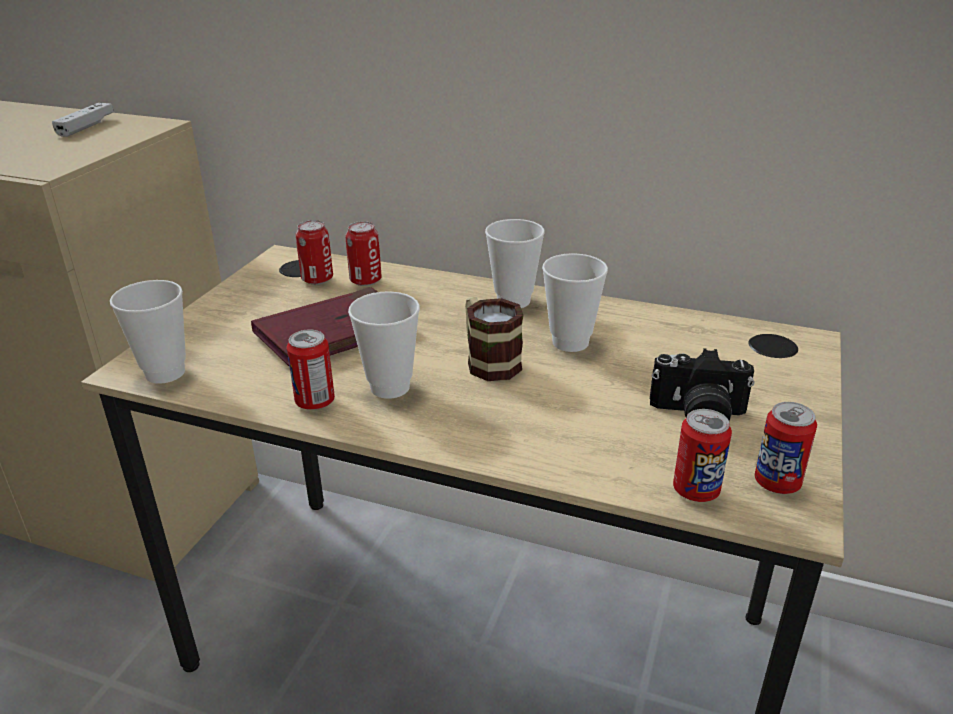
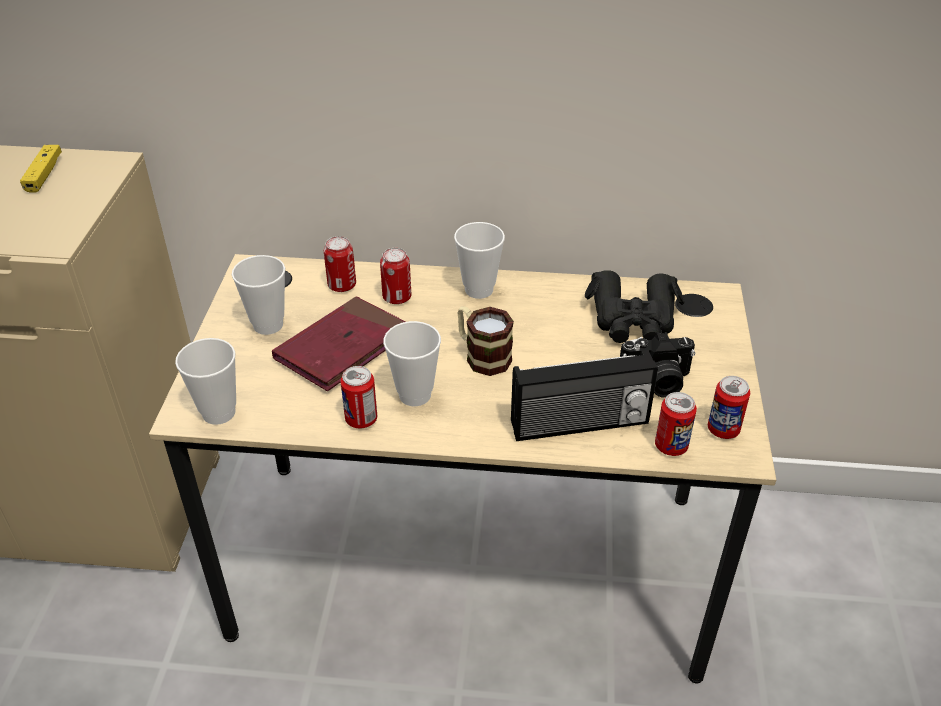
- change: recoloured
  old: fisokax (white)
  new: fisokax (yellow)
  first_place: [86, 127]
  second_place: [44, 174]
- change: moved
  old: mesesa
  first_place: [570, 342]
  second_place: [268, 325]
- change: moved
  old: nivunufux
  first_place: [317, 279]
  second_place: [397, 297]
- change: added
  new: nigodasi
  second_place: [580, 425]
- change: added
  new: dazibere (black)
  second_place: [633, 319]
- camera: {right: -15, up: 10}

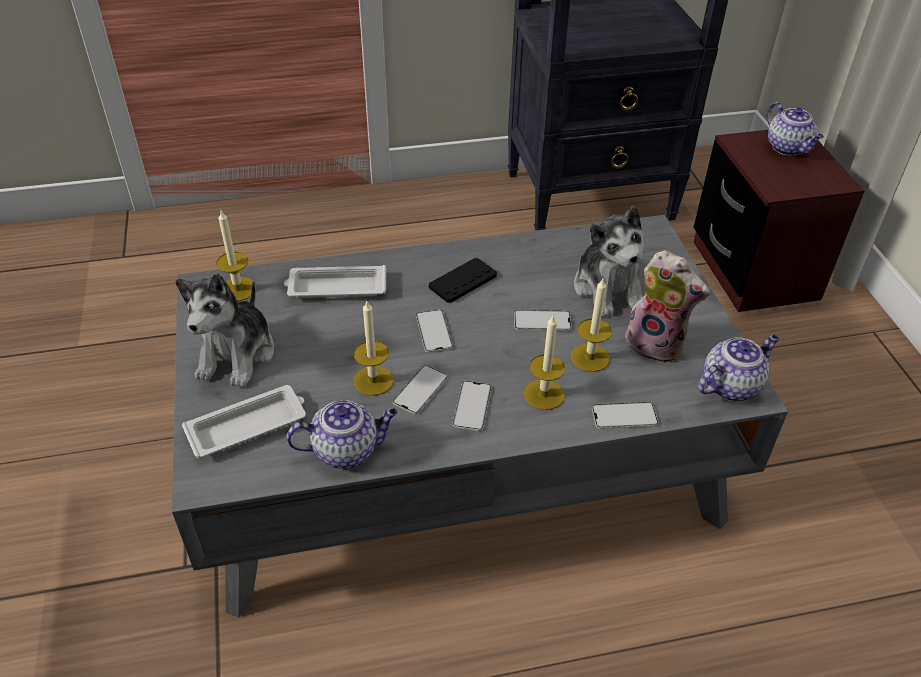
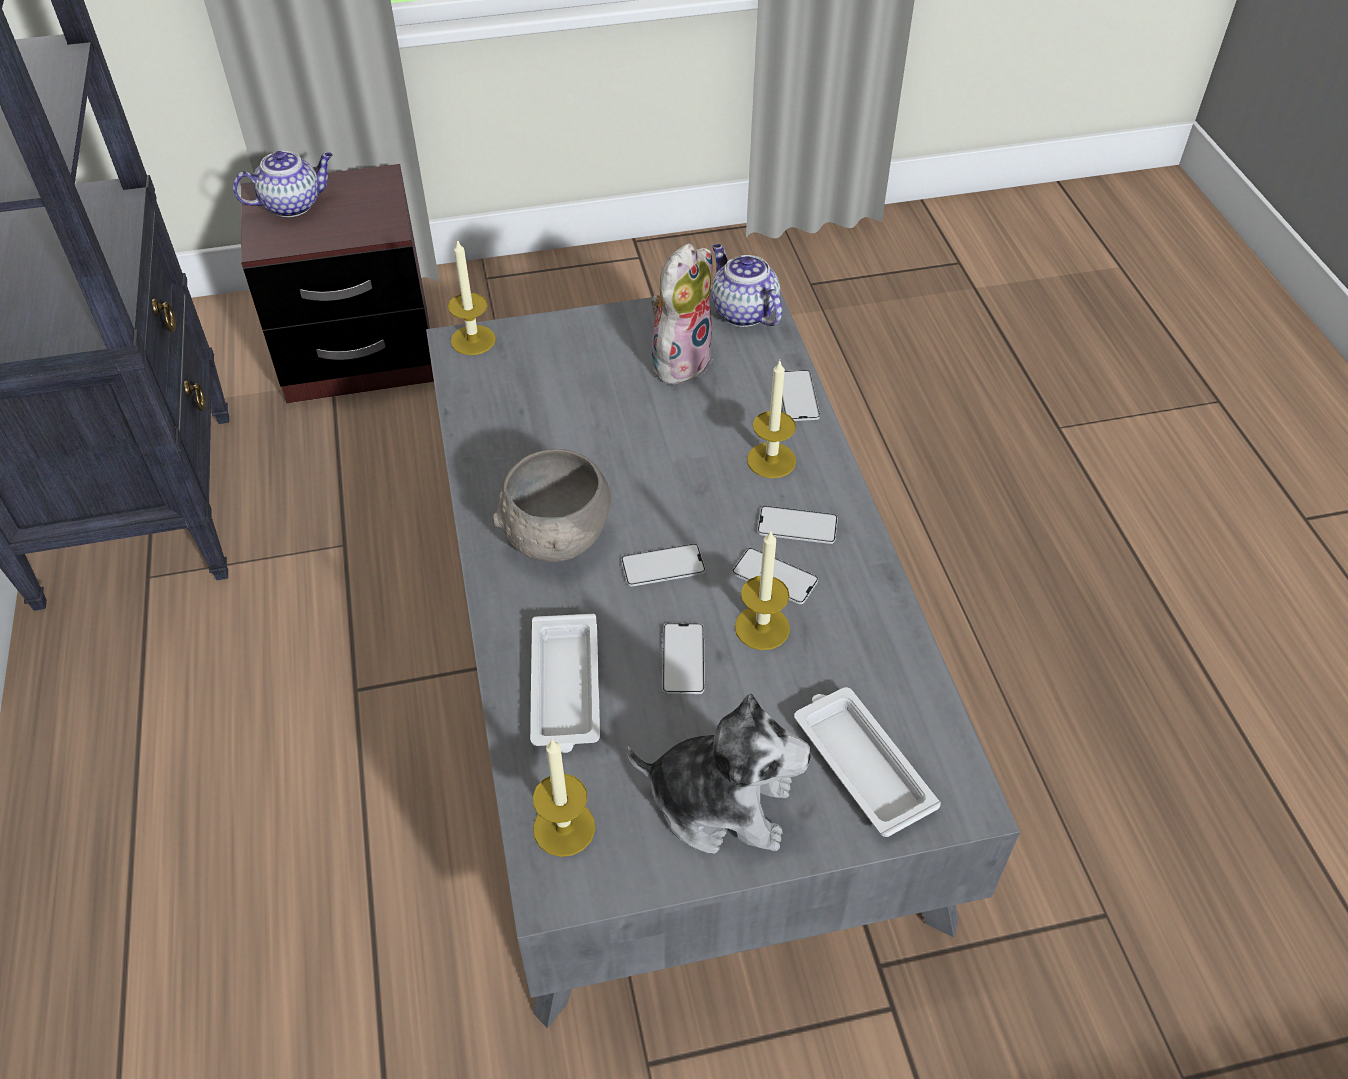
- change: moved
  old: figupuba
  first_place: [590, 357]
  second_place: [473, 340]
- change: replaced
  old: fisokax (black)
  new: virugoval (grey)
  first_place: [463, 281]
  second_place: [557, 536]
- change: moved
  old: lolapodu
  first_place: [542, 321]
  second_place: [683, 659]
- change: removed
  old: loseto
  first_place: [347, 450]
- change: removed
  old: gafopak
  first_place: [608, 289]
- camera: {right: -90, up: 5}

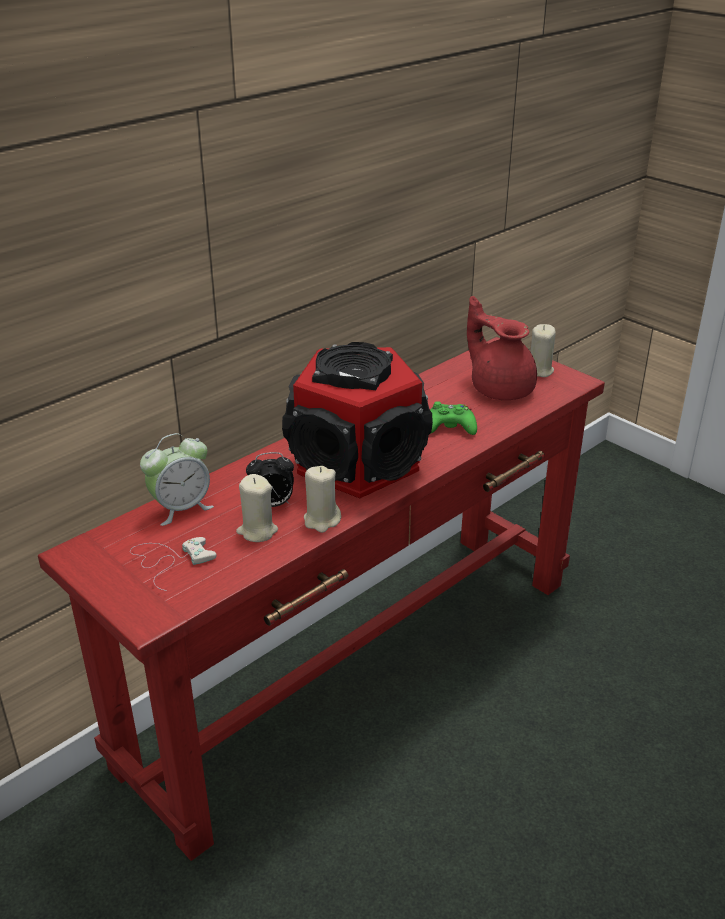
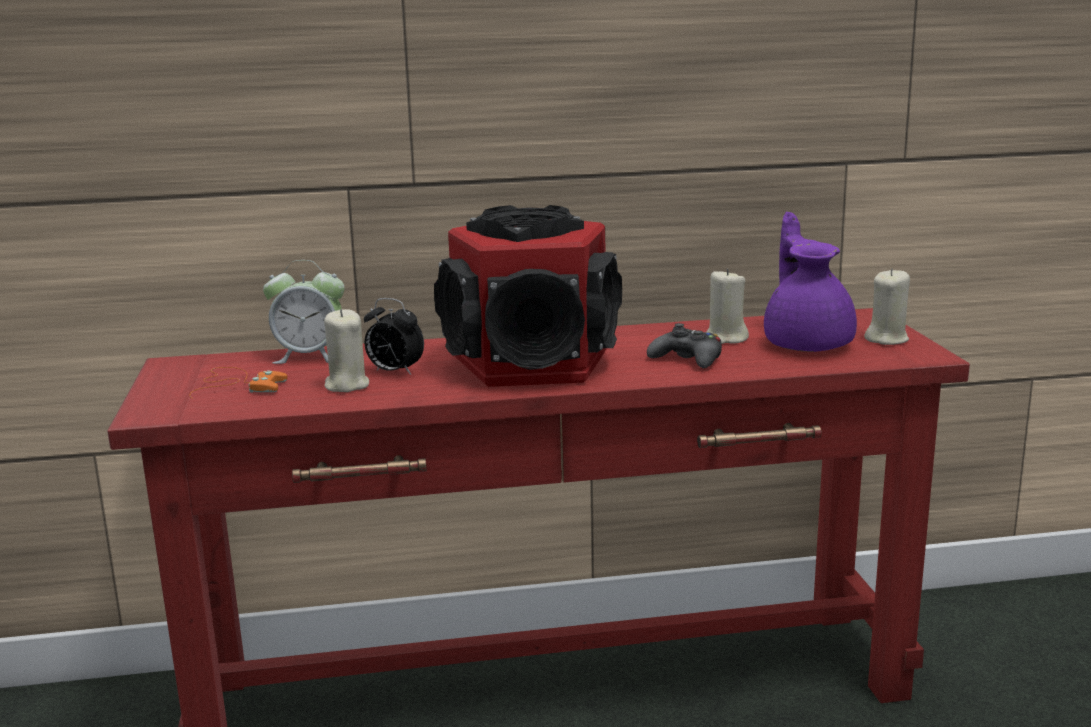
- change: recoloured
  old: fisokax (white)
  new: fisokax (orange)
  first_place: [169, 560]
  second_place: [237, 385]
- change: recoloured
  old: fisokax (green)
  new: fisokax (black)
  first_place: [450, 427]
  second_place: [688, 359]
- change: moved
  old: figupuba (beige)
  first_place: [322, 520]
  second_place: [725, 339]
- change: recoloured
  old: loseto (red)
  new: loseto (purple)
  first_place: [500, 388]
  second_place: [807, 343]
- camera: {right: 35, up: -15}

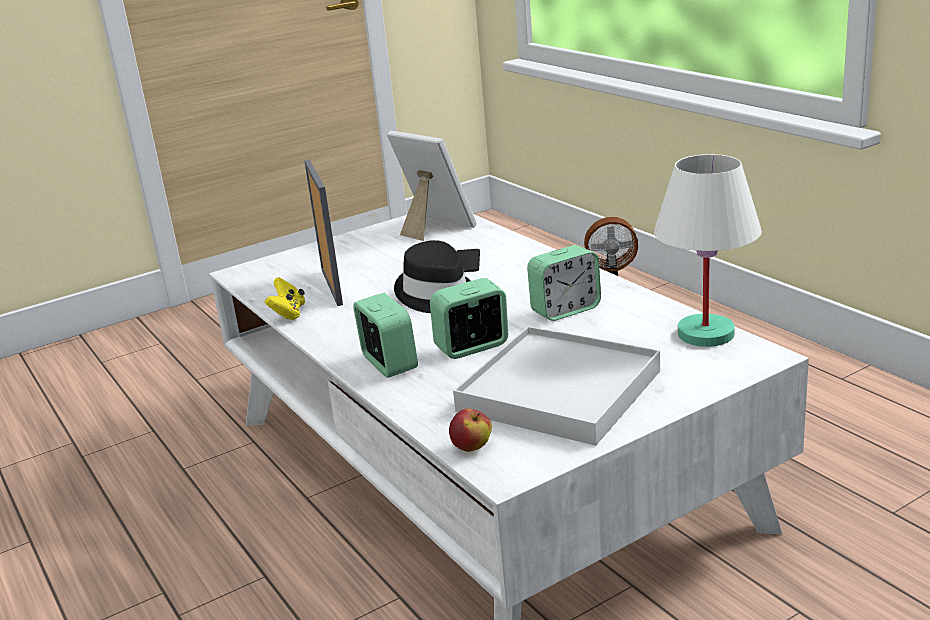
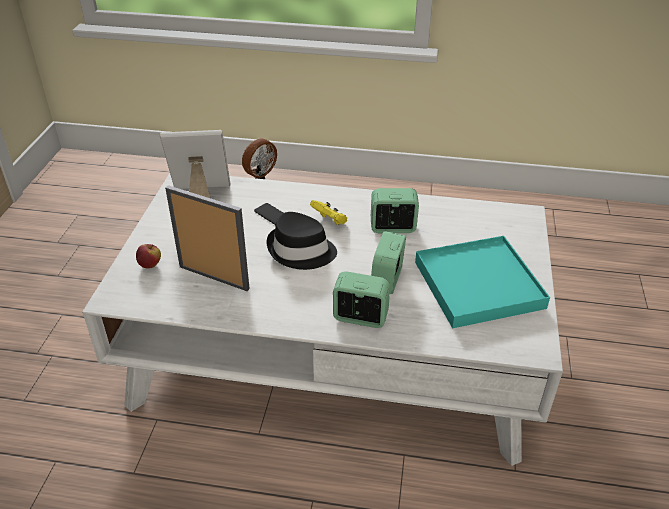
- change: moved
  old: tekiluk
  first_place: [472, 447]
  second_place: [150, 265]
- change: moved
  old: fisokax (yellow)
  first_place: [288, 313]
  second_place: [330, 221]
- change: turned
  old: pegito
  first_place: [565, 310]
  second_place: [393, 228]
  degrees: -105
- change: recoloured
  old: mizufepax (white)
  new: mizufepax (turquoise)
  first_place: [560, 391]
  second_place: [478, 284]
- change: removed
  old: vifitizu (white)
  first_place: [707, 333]
- camera: {right: -50, up: 15}

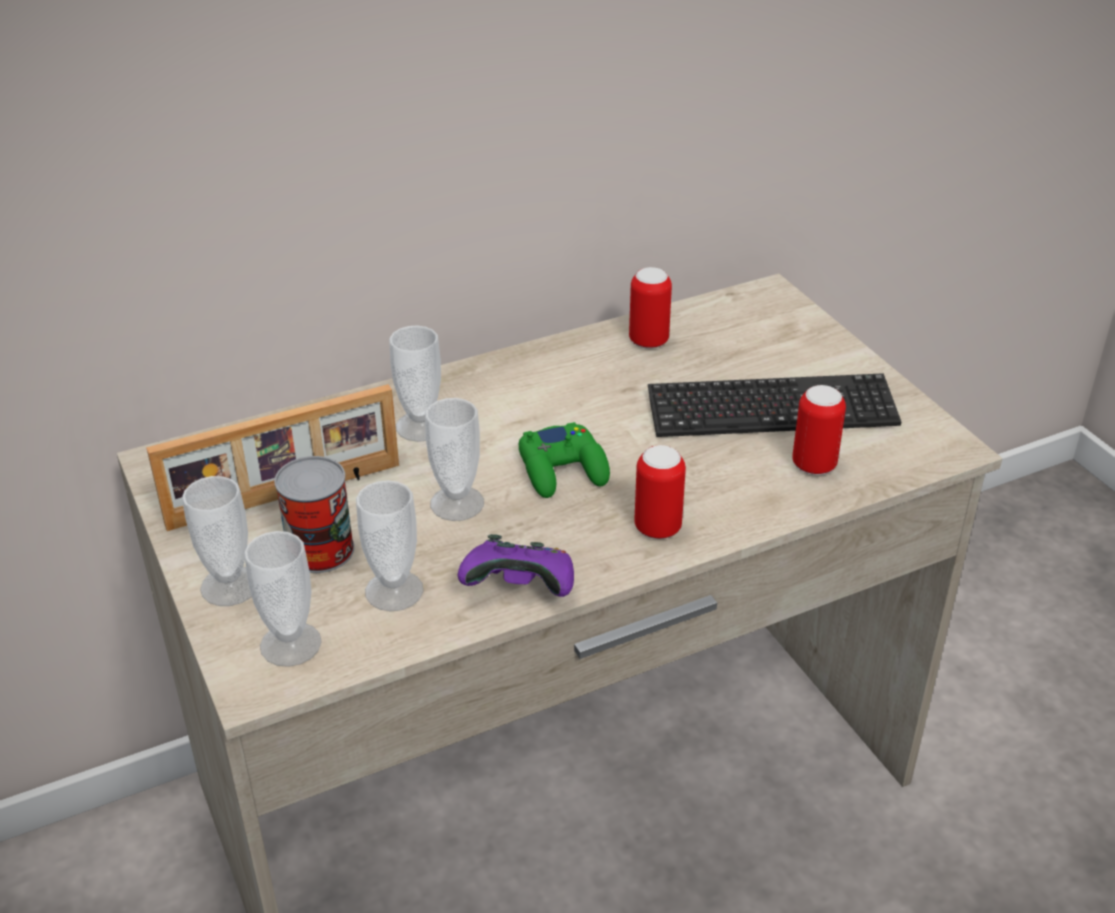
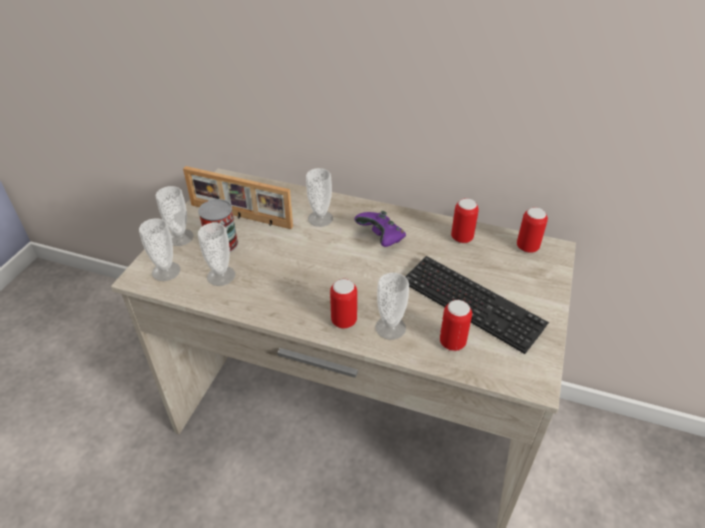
- change: moved
  old: fisokax (purple)
  first_place: [521, 589]
  second_place: [381, 238]
- change: moved
  old: mesesa
  first_place: [457, 503]
  second_place: [390, 327]
- change: added
  new: nivunufux
  second_place: [527, 247]
- change: removed
  old: fisokax (green)
  first_place: [563, 469]
- camera: {right: 45, up: 5}

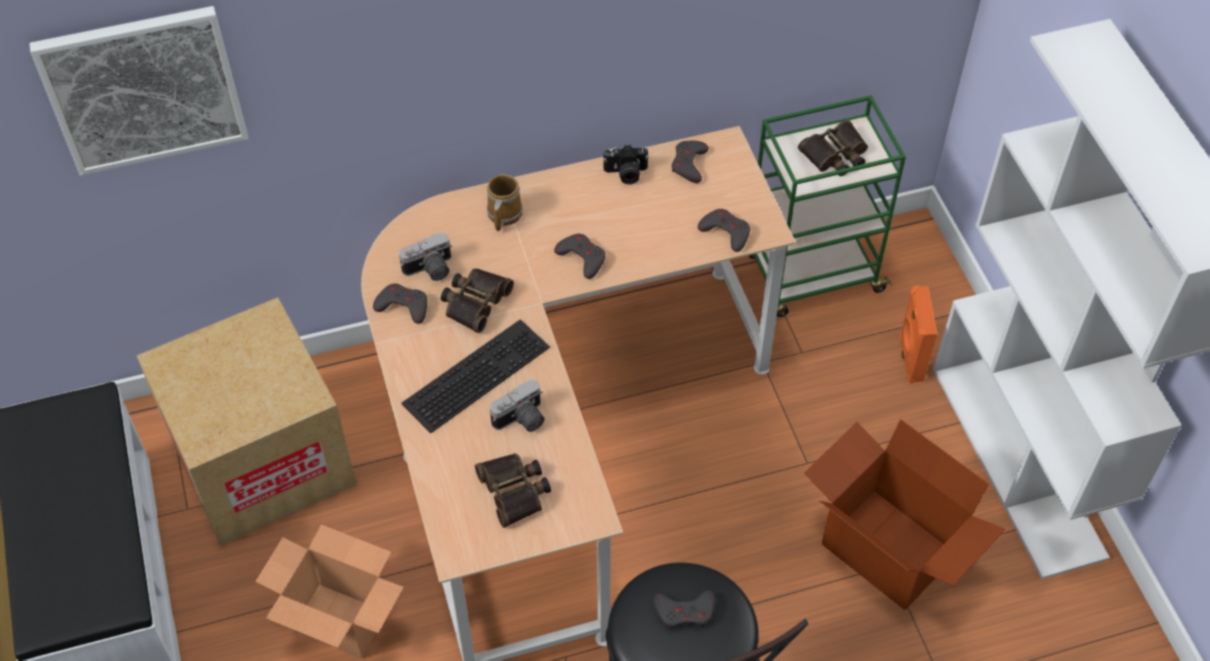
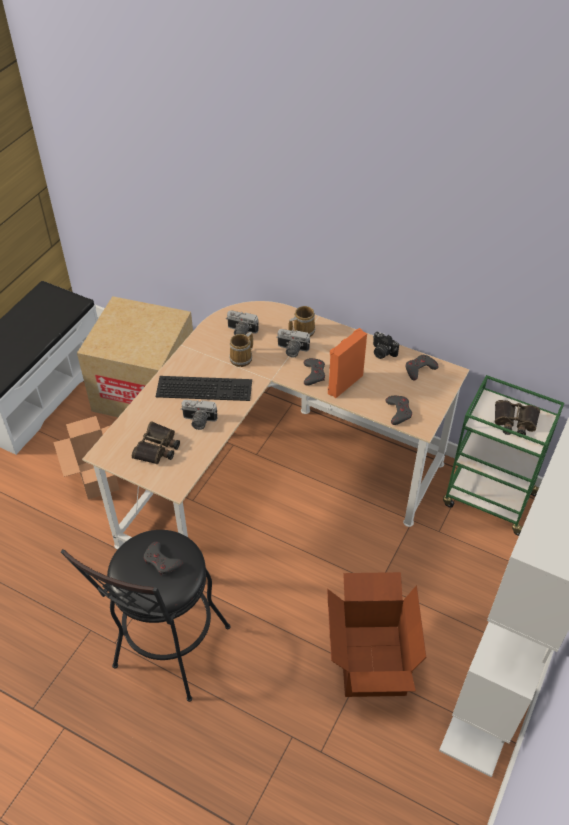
- change: replaced
  old: dazibere
  new: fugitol
  first_place: [474, 302]
  second_place: [242, 358]
- change: added
  new: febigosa
  second_place: [292, 350]
- change: moved
  old: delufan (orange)
  first_place: [909, 358]
  second_place: [344, 383]
- change: removed
  old: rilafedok
  first_place: [143, 89]
- change: removed
  old: fisokax (grey)
  first_place: [403, 306]
- camera: {right: 45, up: -5}

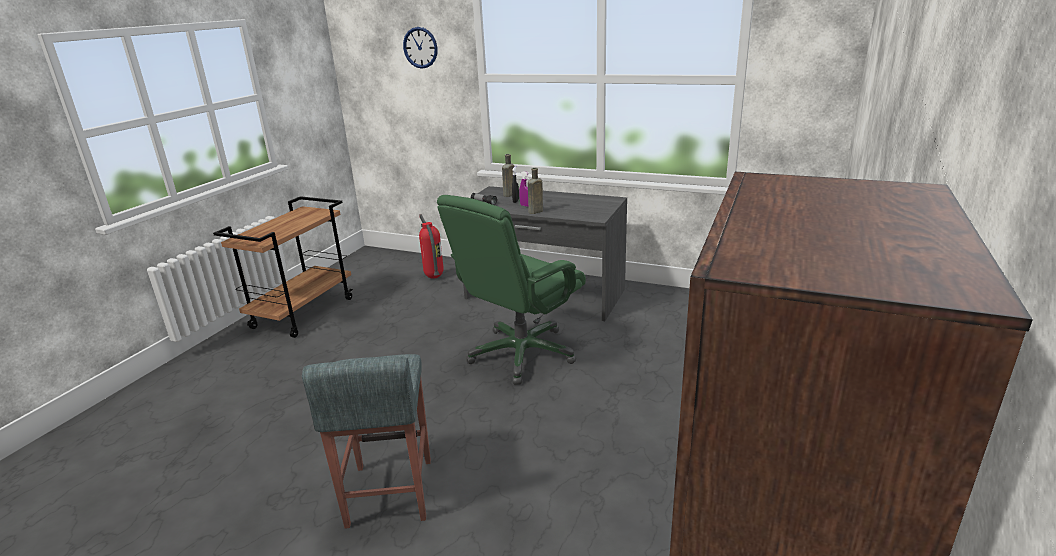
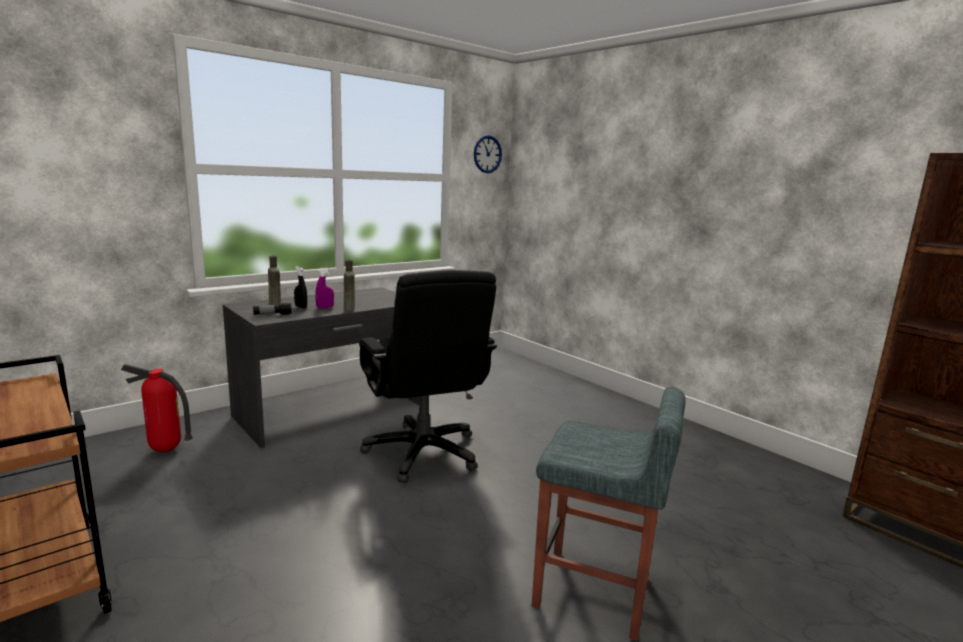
- change: recoloured
  old: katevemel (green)
  new: katevemel (black)
  first_place: [521, 354]
  second_place: [423, 452]
- change: moved
  old: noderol
  first_place: [420, 47]
  second_place: [487, 154]
- camera: {right: -65, up: -10}

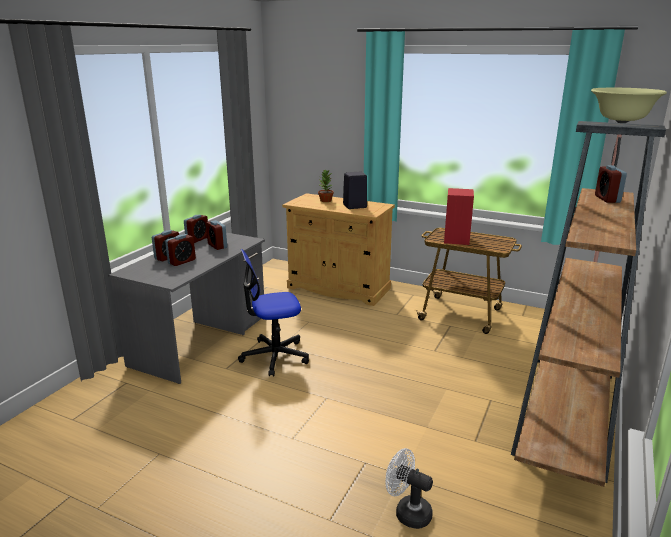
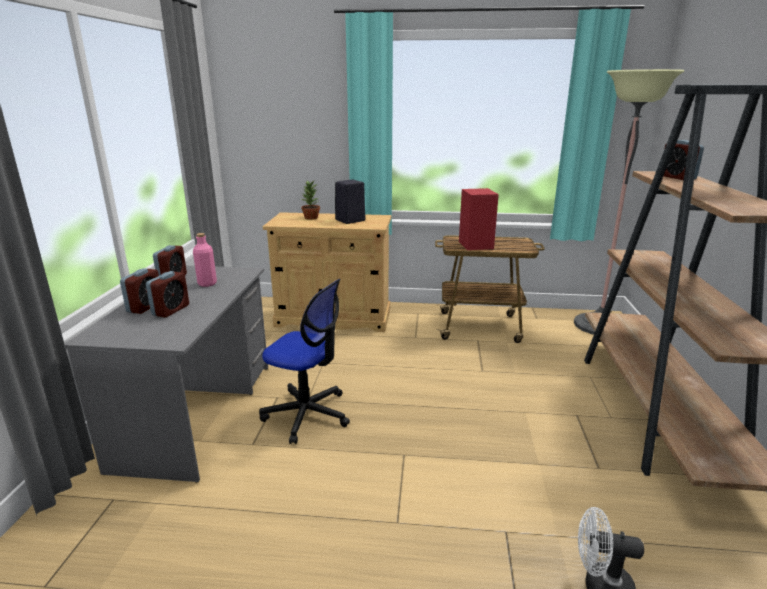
- change: replaced
  old: pegito
  new: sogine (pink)
  first_place: [217, 246]
  second_place: [207, 284]
- change: turned
  old: katevemel
  first_place: [274, 356]
  second_place: [307, 414]
  degrees: -120
- camera: {right: -20, up: 0}

